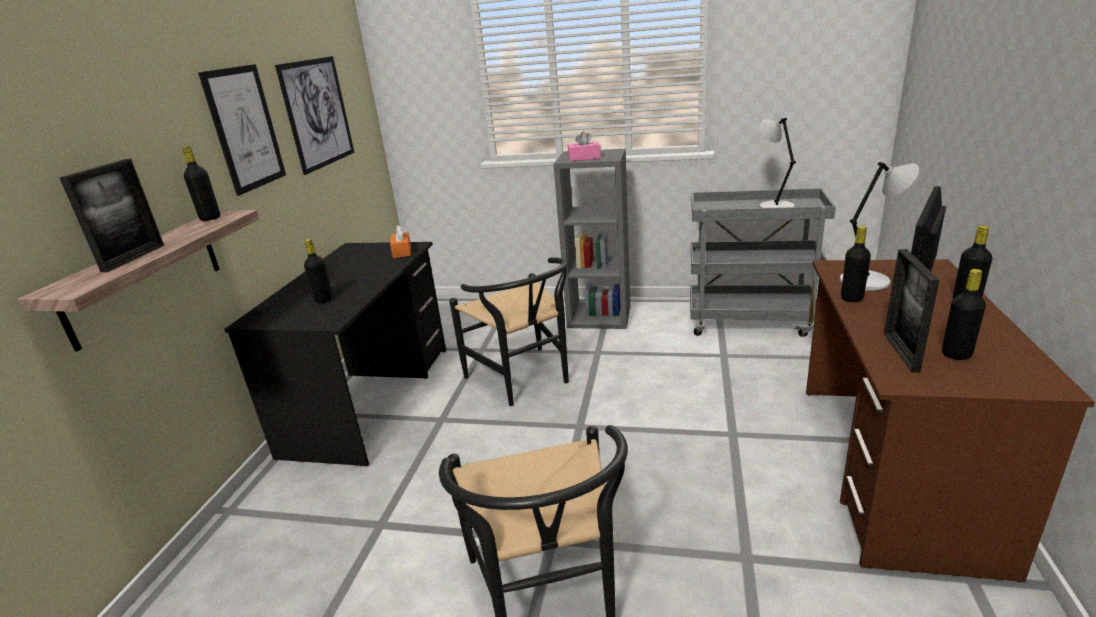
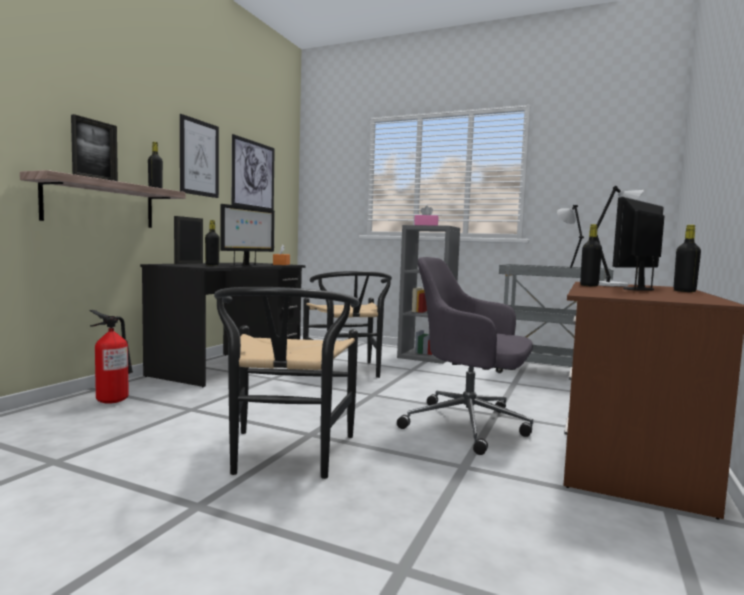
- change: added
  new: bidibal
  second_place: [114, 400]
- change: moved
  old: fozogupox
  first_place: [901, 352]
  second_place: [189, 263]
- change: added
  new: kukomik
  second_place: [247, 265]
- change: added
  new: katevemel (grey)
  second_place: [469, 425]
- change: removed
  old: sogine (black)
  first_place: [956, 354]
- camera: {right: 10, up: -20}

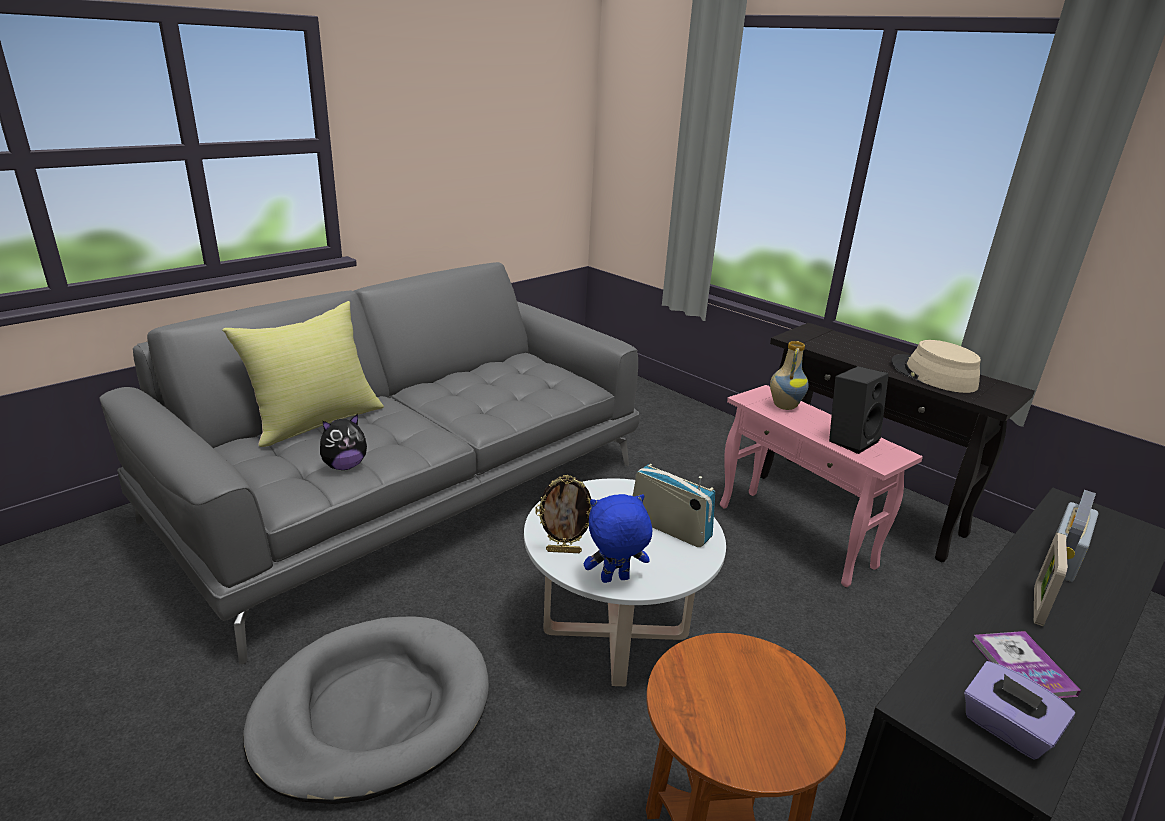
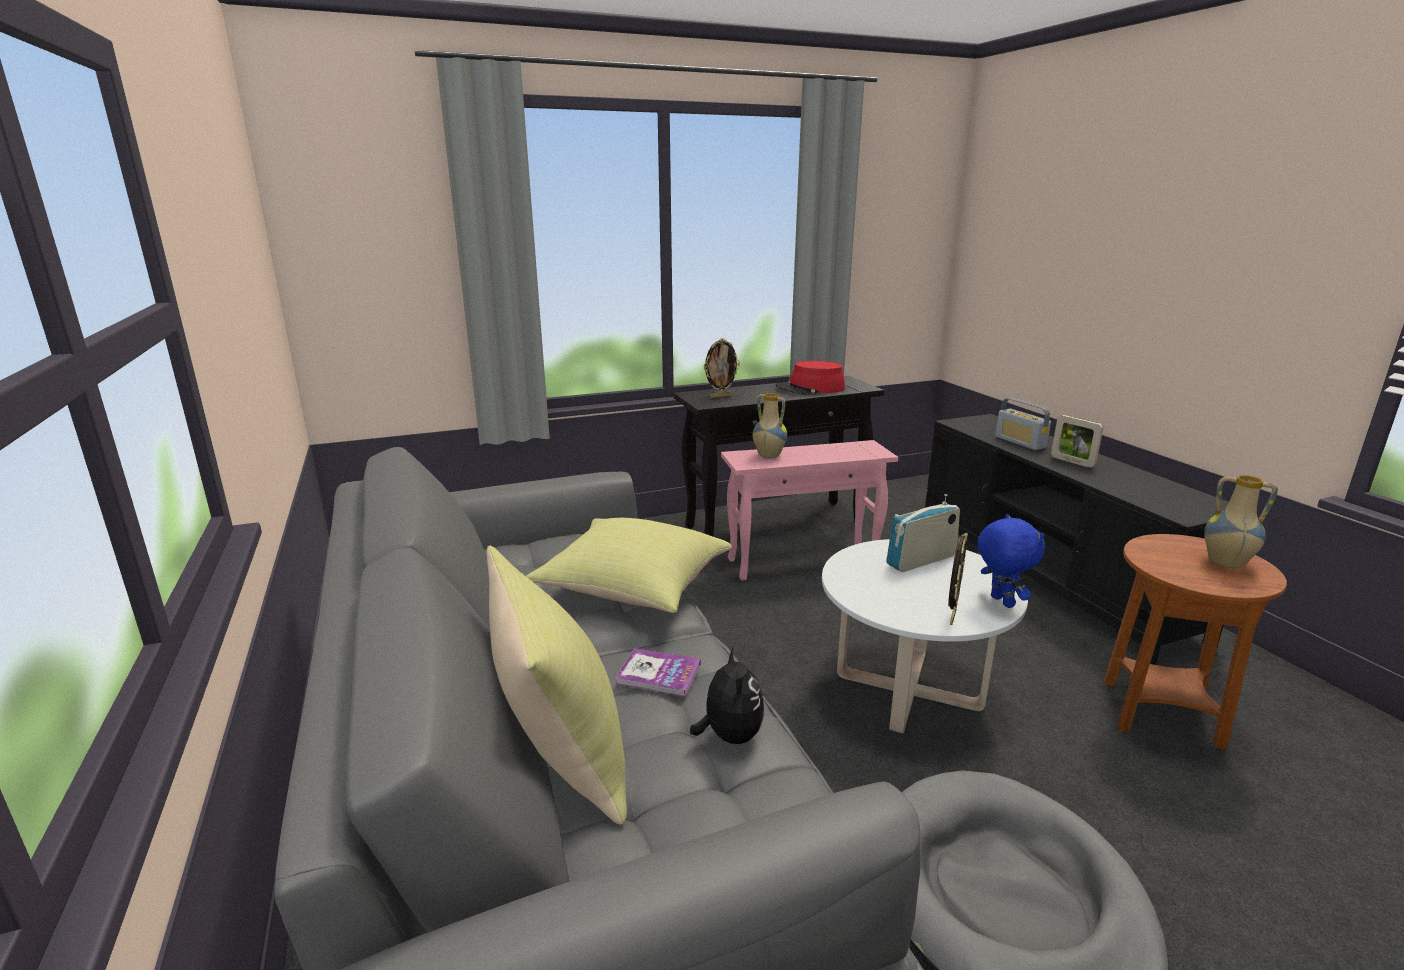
- change: added
  new: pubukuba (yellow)
  second_place: [631, 590]
- change: moved
  old: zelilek
  first_place: [1022, 667]
  second_place: [658, 674]
- change: added
  new: fozogupox
  second_place: [721, 396]
- change: recoloured
  old: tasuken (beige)
  new: tasuken (red)
  first_place: [932, 375]
  second_place: [810, 388]
- change: turned
  old: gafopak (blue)
  first_place: [614, 580]
  second_place: [1000, 602]
  degrees: 150
- change: added
  new: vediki
  second_place: [1225, 564]
- change: removed
  old: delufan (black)
  first_place: [849, 439]
- change: removed
  old: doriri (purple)
  first_place: [1006, 729]
- camera: {right: -65, up: -5}

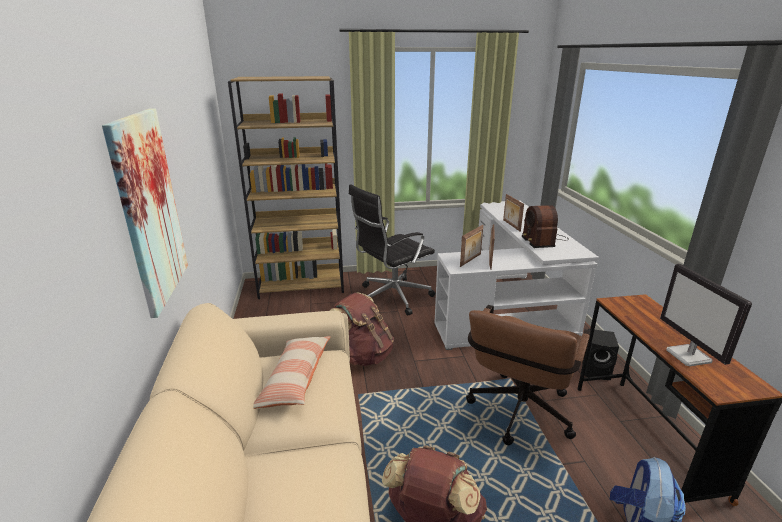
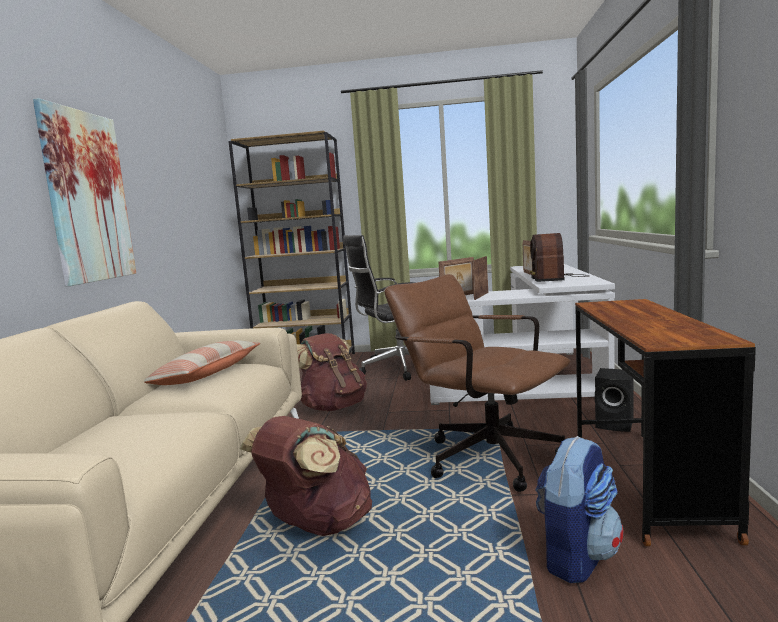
- change: turned
  old: katevemel (brown)
  first_place: [517, 415]
  second_place: [482, 455]
  degrees: 90
- change: removed
  old: kukomik
  first_place: [689, 356]
- camera: {right: 15, up: -15}

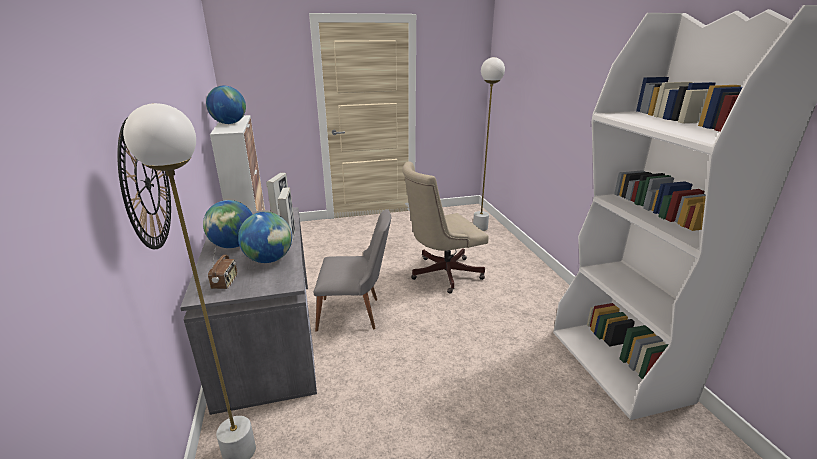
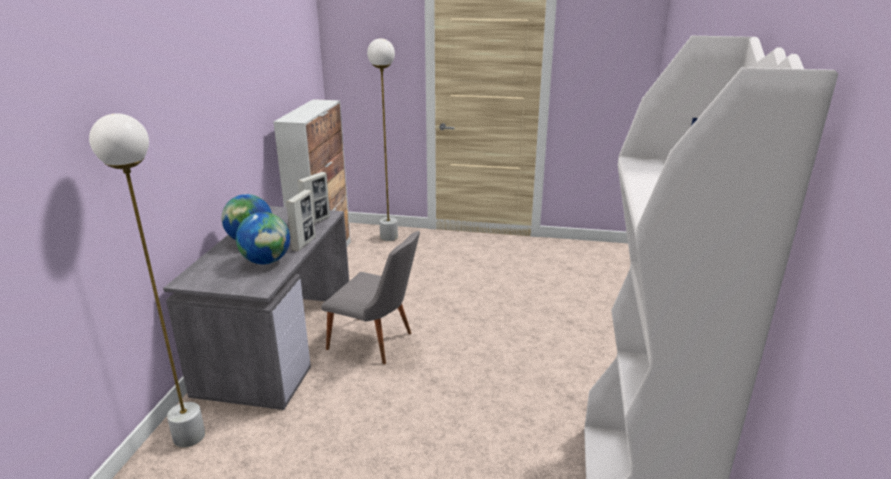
- change: moved
  old: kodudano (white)
  first_place: [480, 228]
  second_place: [389, 237]
- change: removed
  old: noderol
  first_place: [147, 183]
- change: removed
  old: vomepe
  first_place: [229, 123]
- change: removed
  old: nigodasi
  first_place: [225, 282]
- change: removed
  old: katevemel (beige)
  first_place: [441, 274]
- camera: {right: 25, up: 0}

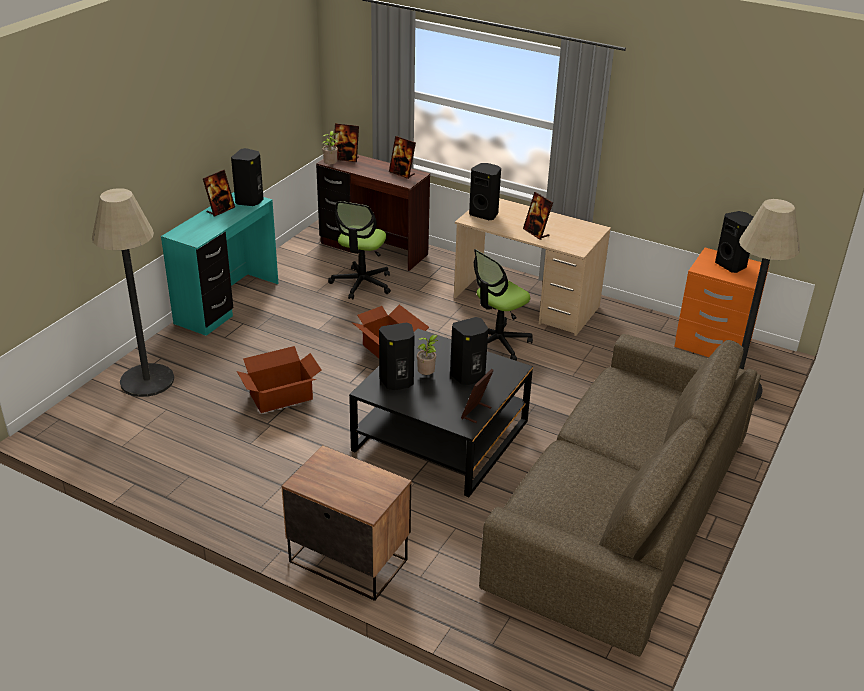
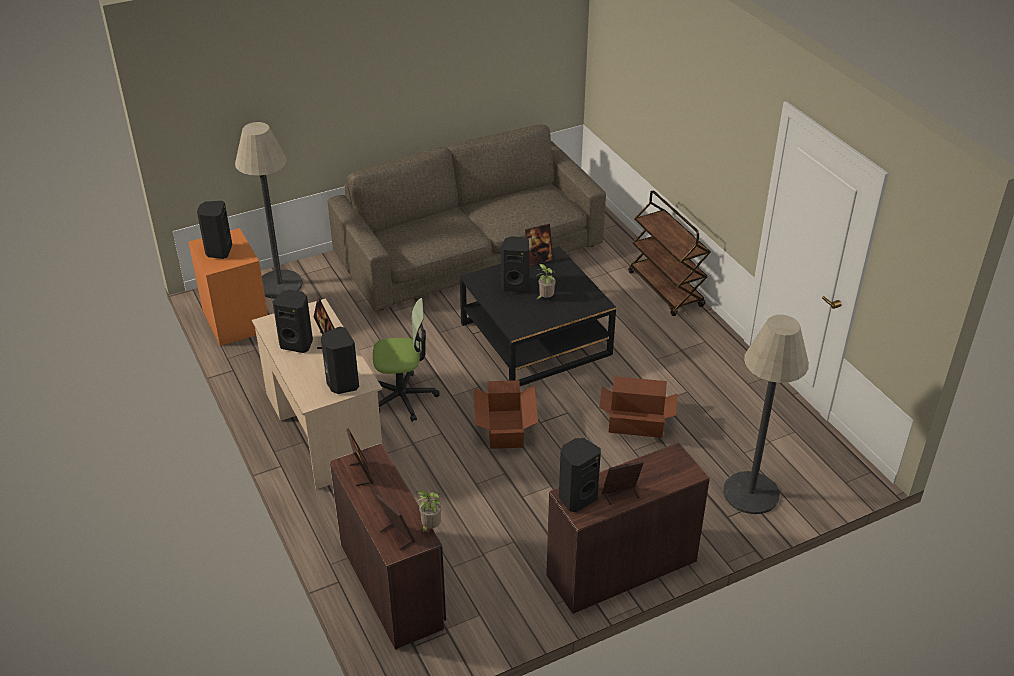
- change: moved
  old: delufan (black)
  first_place: [397, 382]
  second_place: [297, 344]
- change: recoloured
  old: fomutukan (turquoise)
  new: fomutukan (brown)
  first_place: [228, 303]
  second_place: [620, 567]
- change: replaced
  old: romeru
  new: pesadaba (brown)
  first_place: [348, 559]
  second_place: [666, 289]
- change: removed
  old: katevemel
  first_place: [361, 284]
- camera: {right: -145, up: 5}

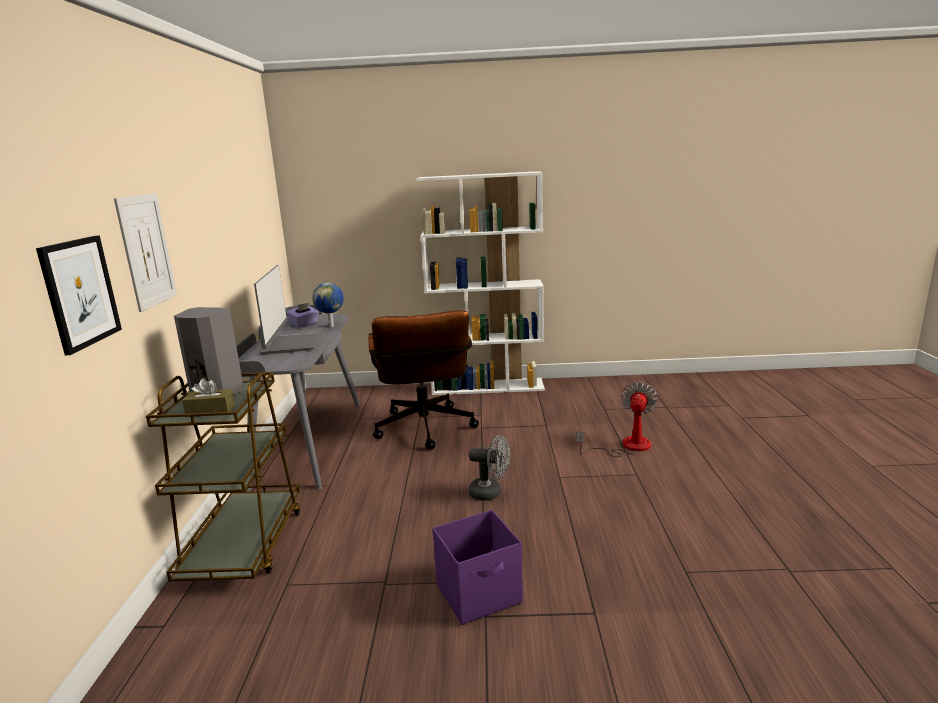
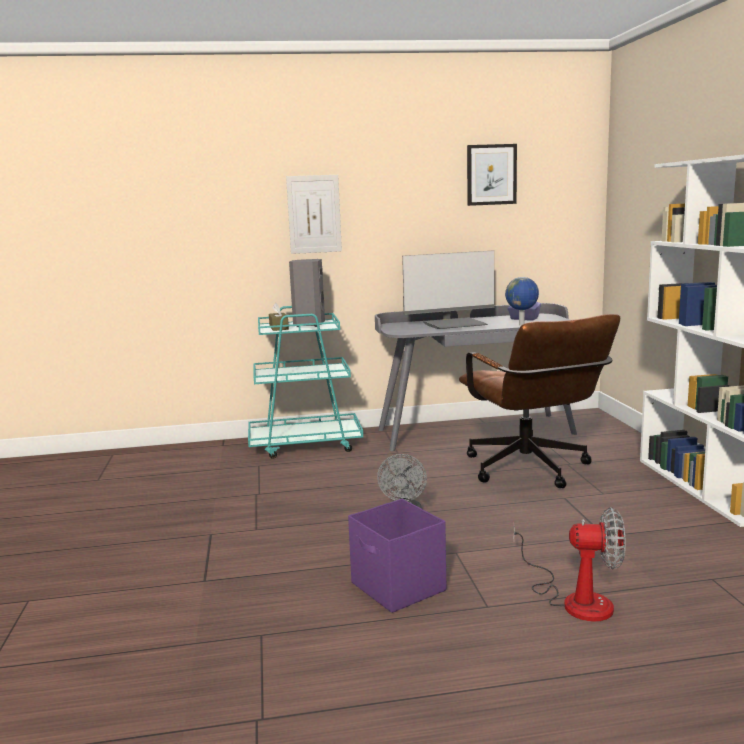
- change: recoloured
  old: pesadaba (brown)
  new: pesadaba (turquoise)
  first_place: [244, 545]
  second_place: [306, 445]
- change: moved
  old: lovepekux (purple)
  first_place: [480, 594]
  second_place: [398, 588]
- change: turned
  old: katevemel (brown)
  first_place: [425, 431]
  second_place: [532, 471]
  degrees: -90
- change: moved
  old: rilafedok
  first_place: [80, 292]
  second_place: [491, 174]
- camera: {right: 80, up: -5}

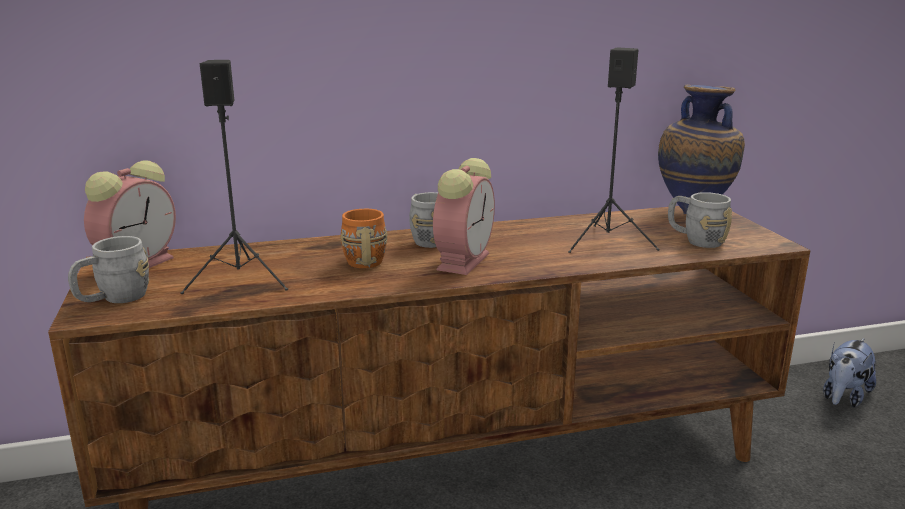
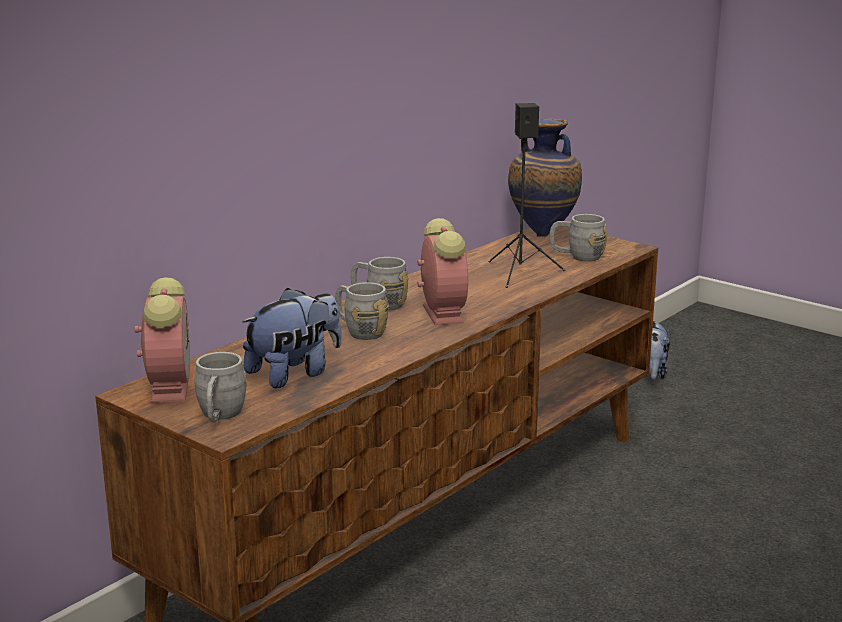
- change: replaced
  old: delufan (black)
  new: gafopak
  first_place: [241, 280]
  second_place: [294, 373]
- change: recoloured
  old: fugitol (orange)
  new: fugitol (grey)
  first_place: [364, 258]
  second_place: [359, 331]
- camera: {right: -35, up: 0}

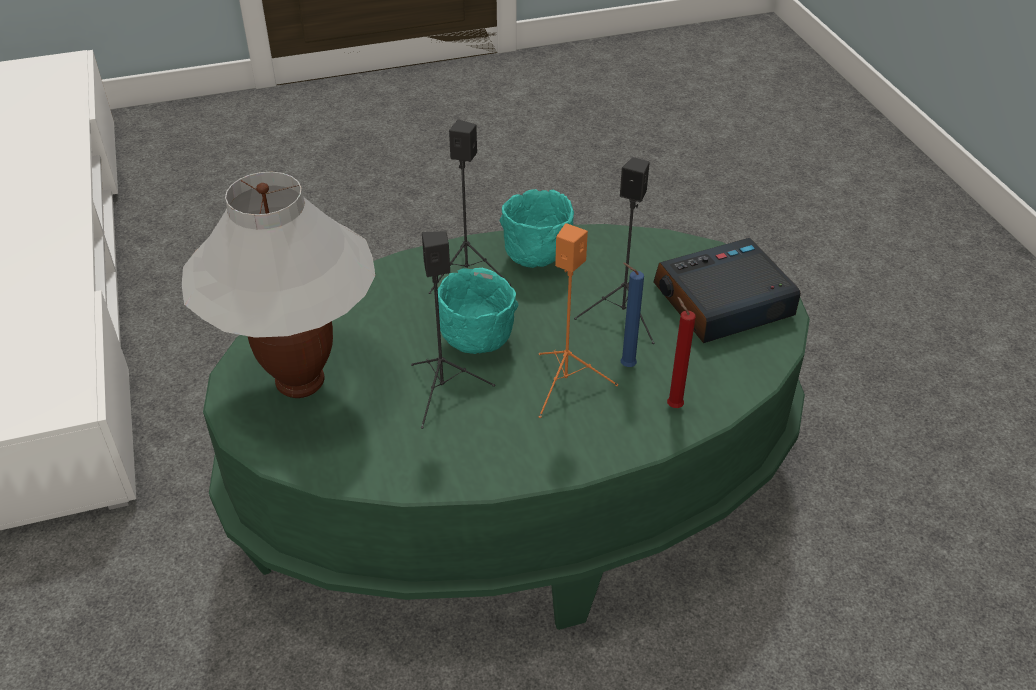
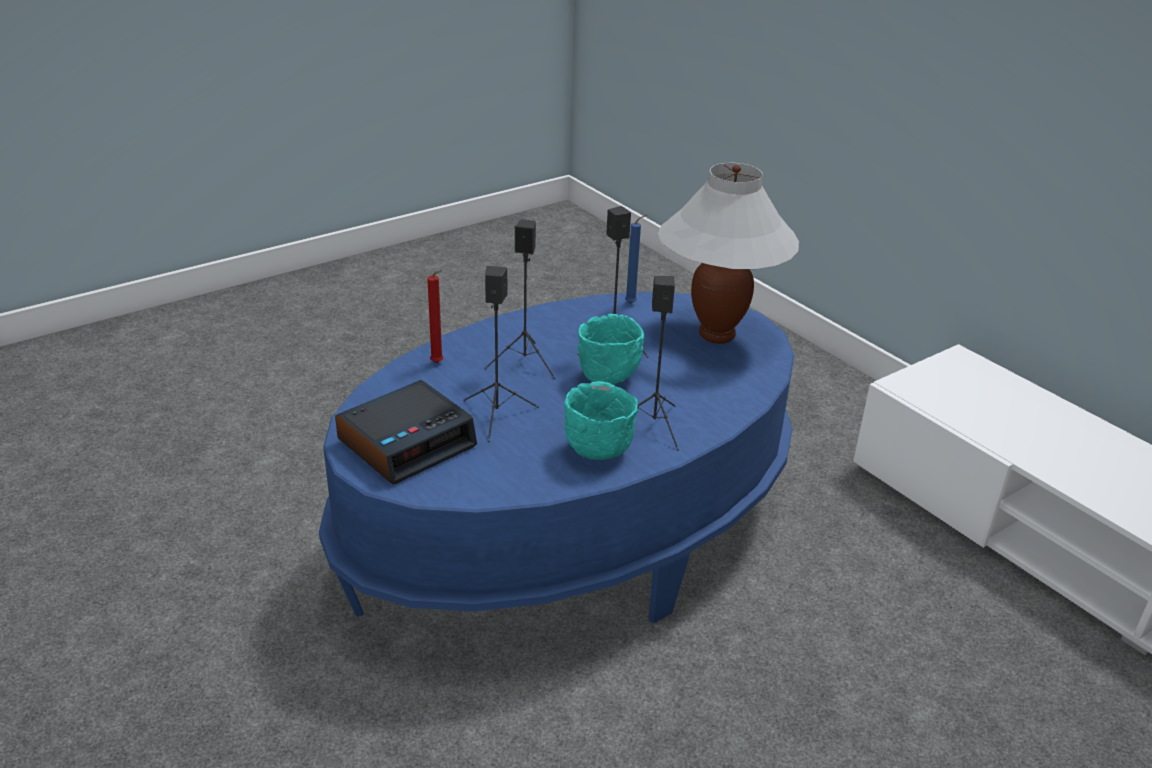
- change: recoloured
  old: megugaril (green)
  new: megugaril (blue)
  first_place: [517, 491]
  second_place: [570, 532]
- change: recoloured
  old: delufan (orange)
  new: delufan (black)
  first_place: [564, 384]
  second_place: [525, 363]
- change: moved
  old: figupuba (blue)
  first_place: [625, 366]
  second_place: [632, 303]
- camera: {right: 160, up: -10}

